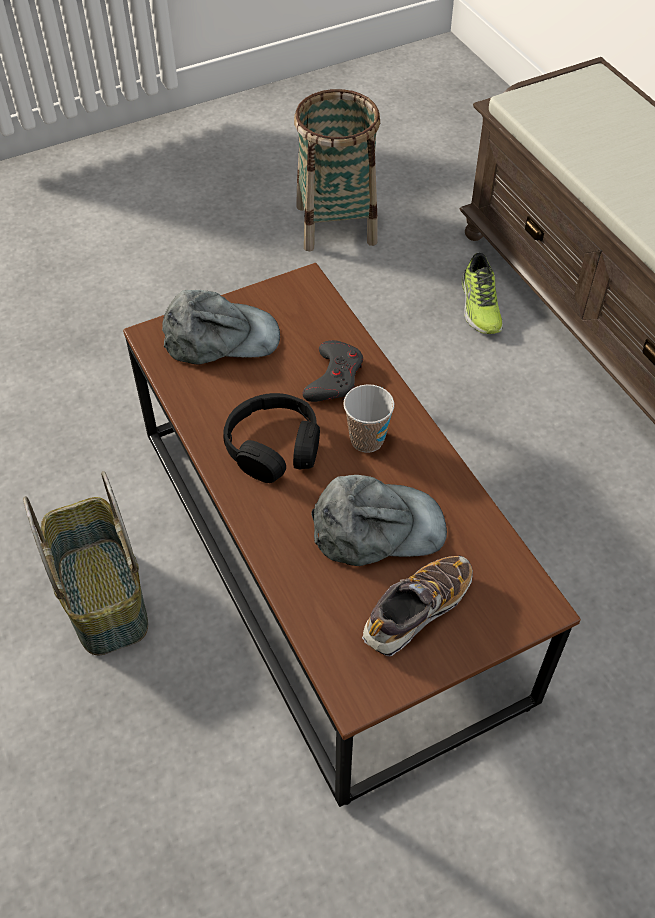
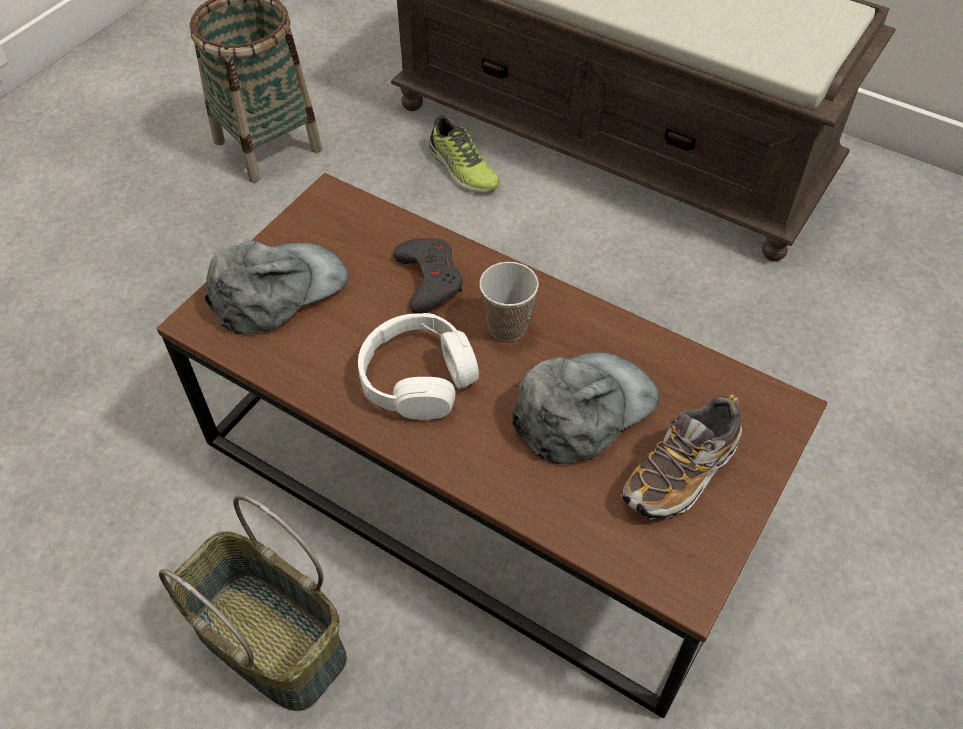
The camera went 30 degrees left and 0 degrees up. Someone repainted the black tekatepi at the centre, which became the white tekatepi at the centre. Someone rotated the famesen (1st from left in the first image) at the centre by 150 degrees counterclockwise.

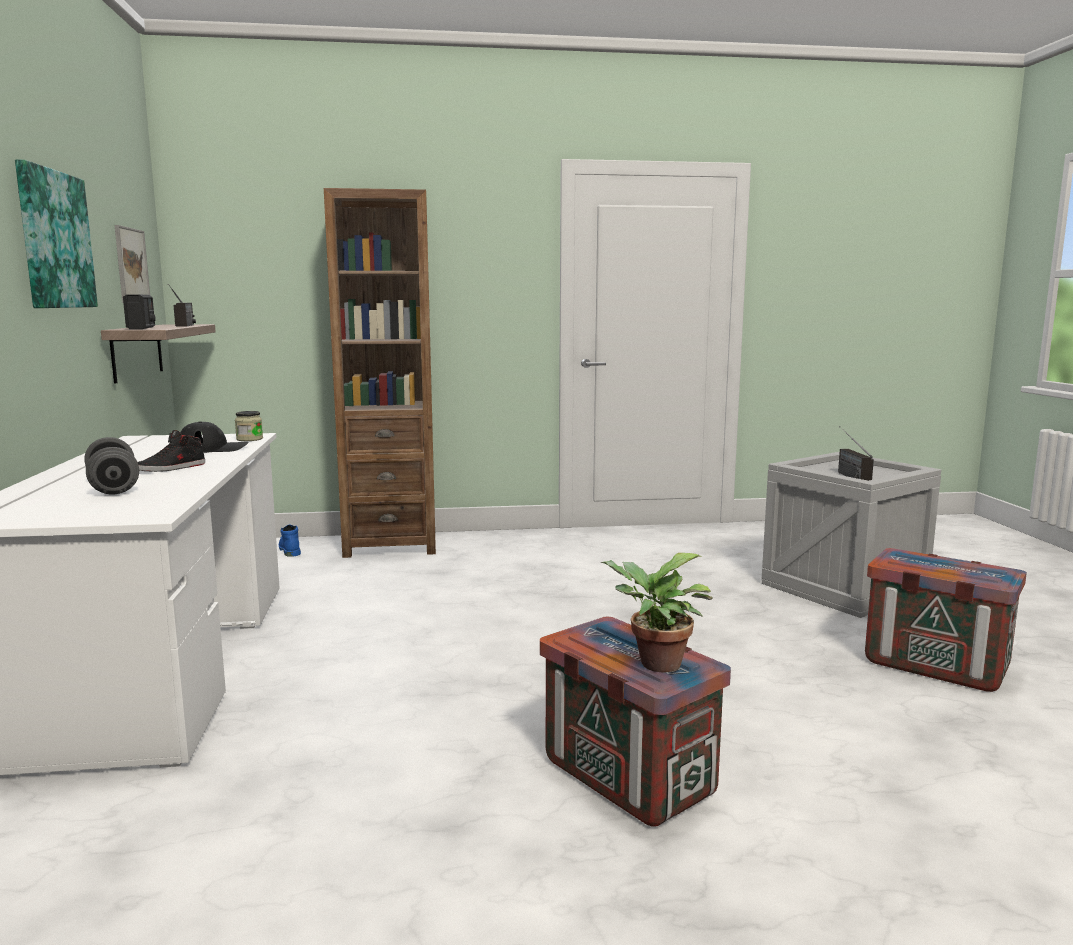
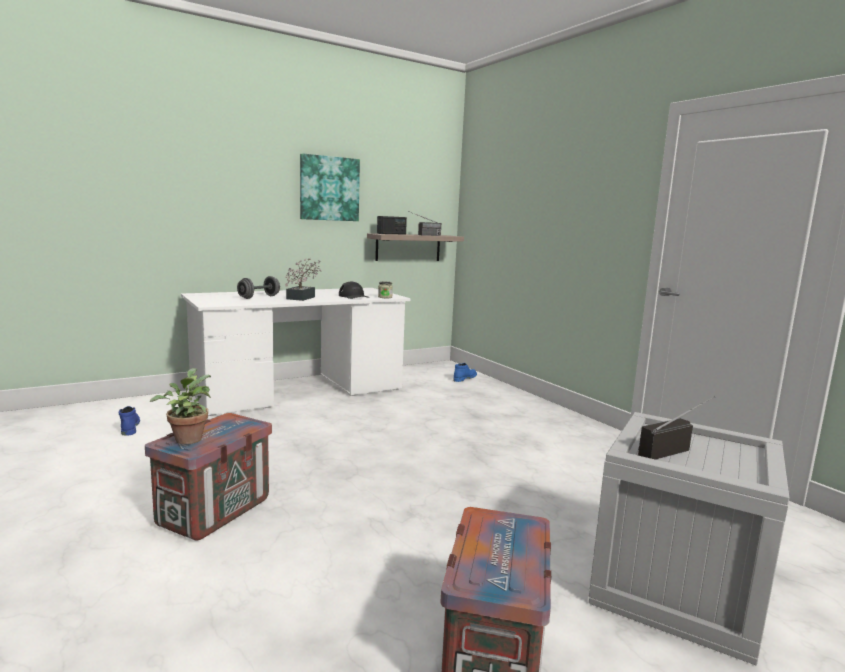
The camera went 65 degrees right and 0 degrees up. Someone took away the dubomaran (2nd from left) at the top left. Someone took away the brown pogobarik at the centre. Someone put down the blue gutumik (1st from left) at the middle left. Someone swapped the black famesen at the middle left for the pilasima (2nd from left) at the centre.

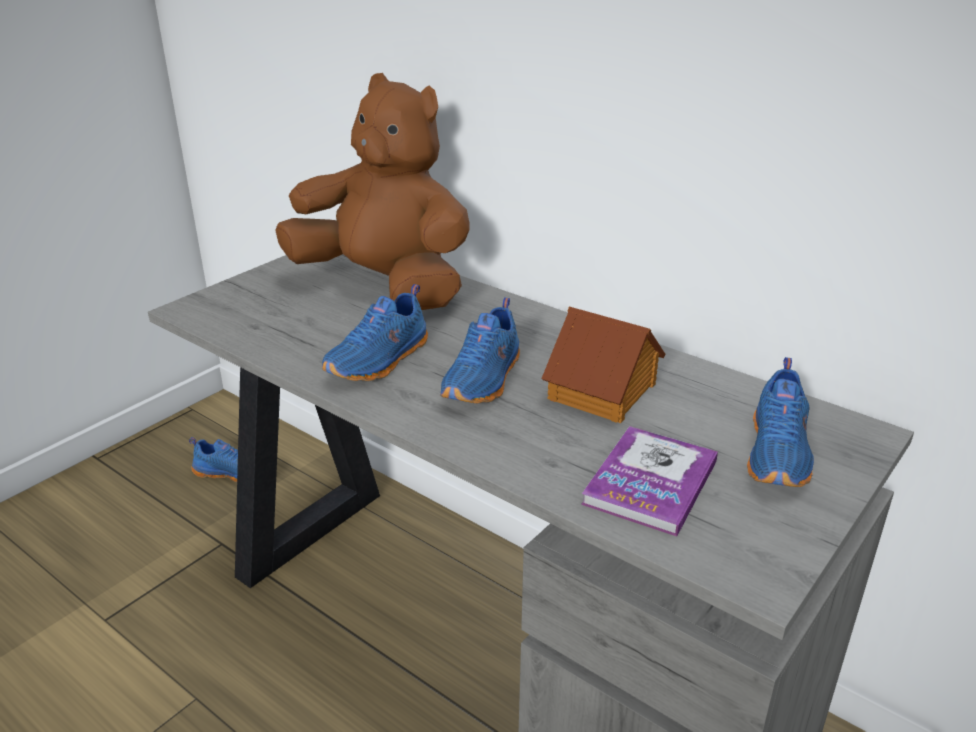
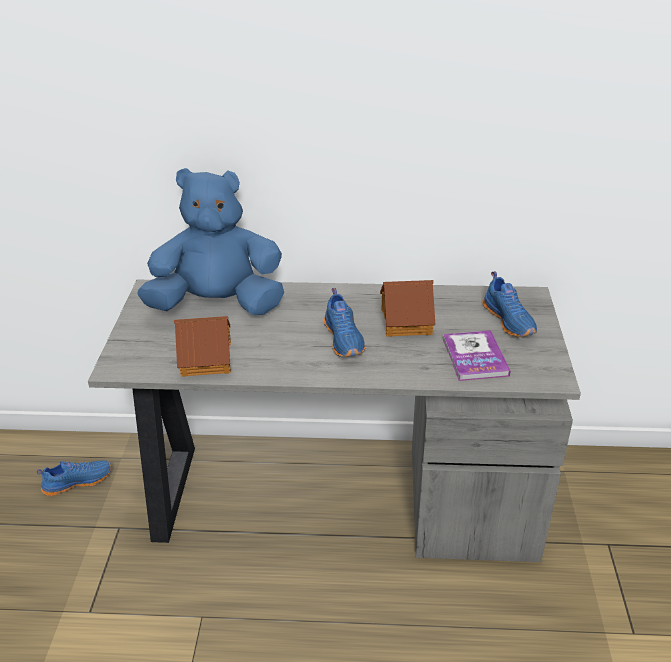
The camera went 35 degrees left and 5 degrees up. Someone took away the blue famesen (2nd from left) at the centre. Someone put down the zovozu (1st from left) at the middle left. Someone repainted the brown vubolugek at the top centre, which became the blue vubolugek at the middle left.

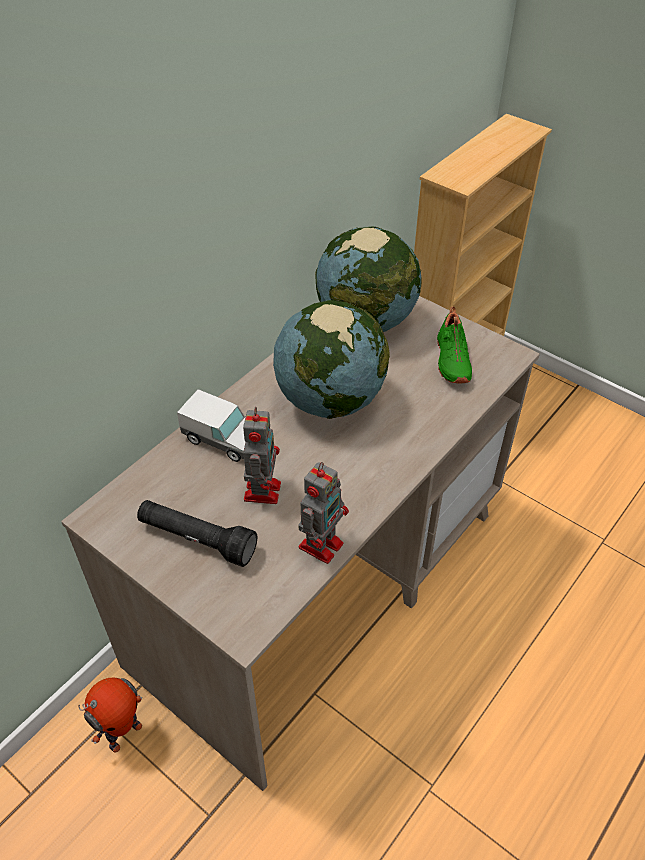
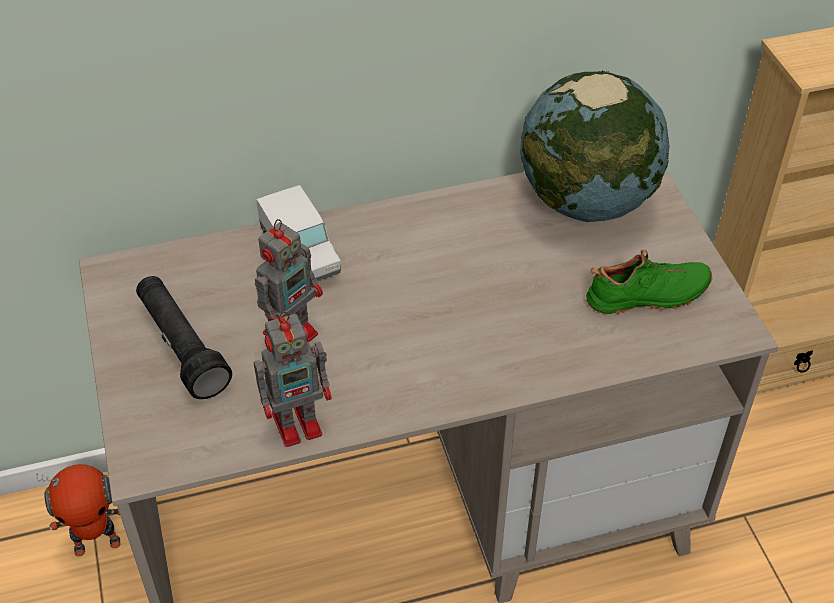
The camera went 35 degrees right and 0 degrees up. Someone took away the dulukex (1st from left) at the centre. Someone rotated the green famesen at the middle right by 135 degrees counterclockwise.

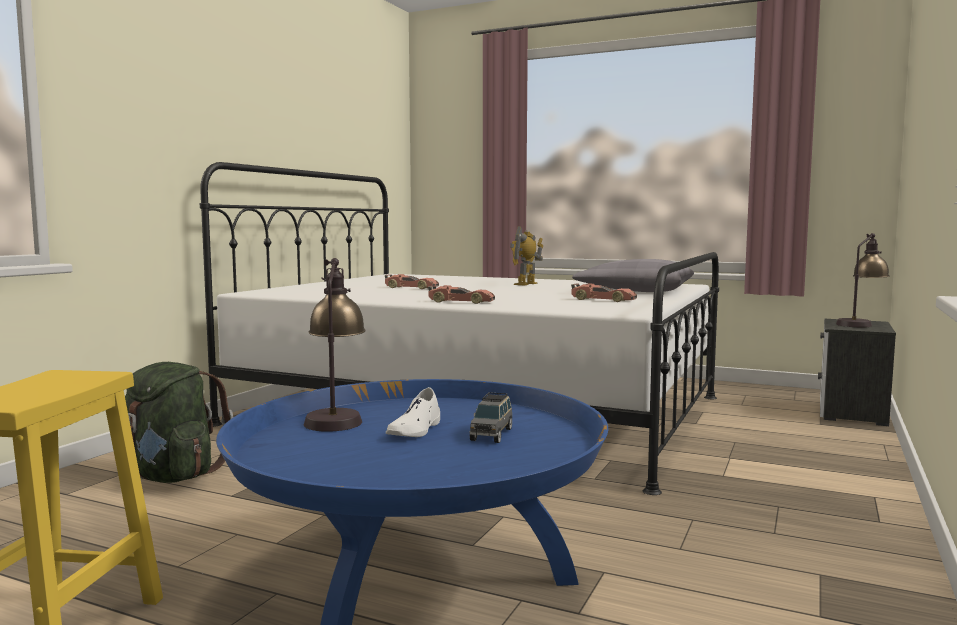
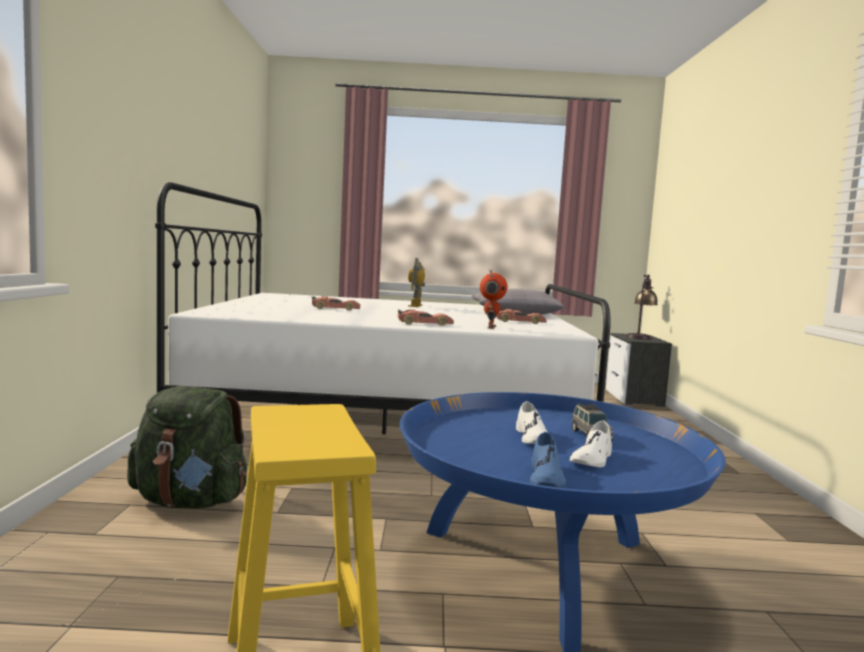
The camera went 25 degrees left and 0 degrees up. Someone took away the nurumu (1st from left) at the centre. Someone put down the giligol (2nd from left) at the centre. Someone put down the blue famesen at the bottom centre. Someone put down the white famesen (2nd from left) at the bottom right.

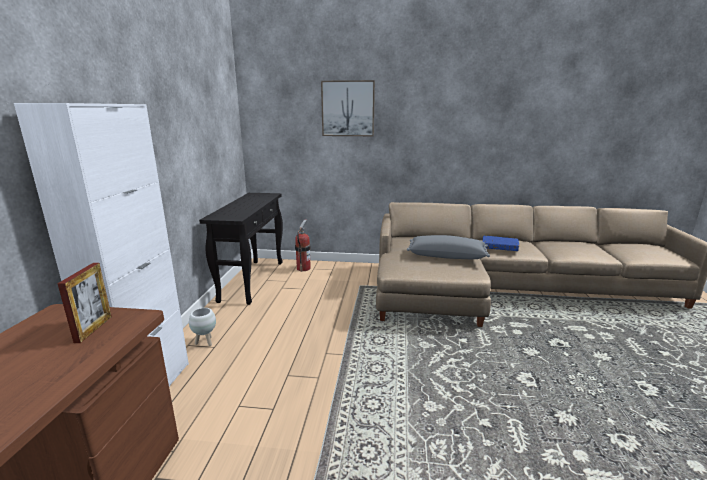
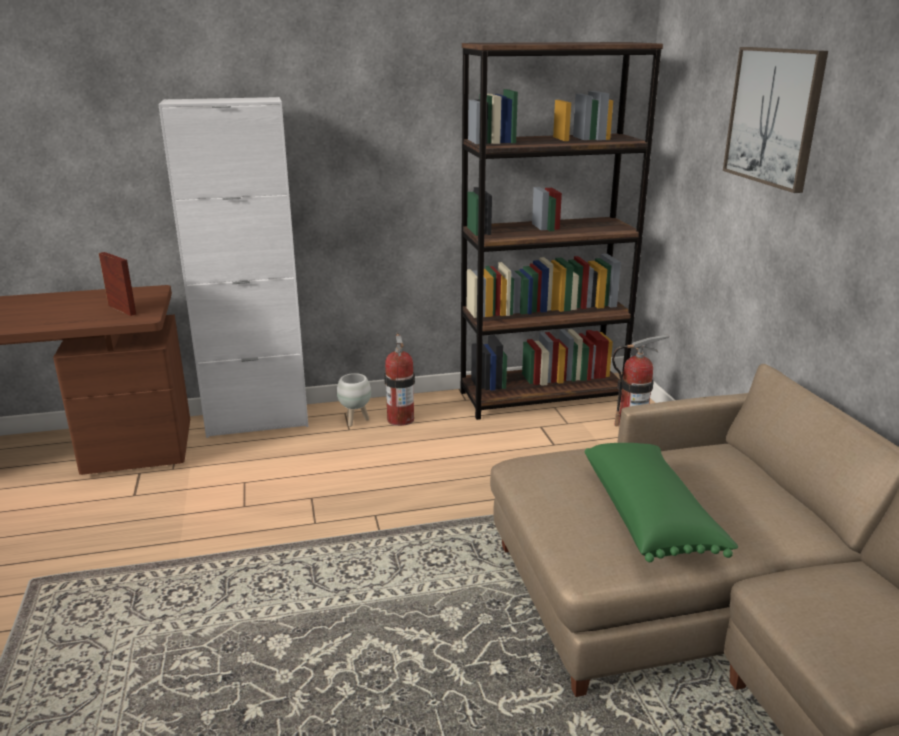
The camera went 70 degrees right and 5 degrees up. Someone took away the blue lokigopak at the middle right. Someone put down the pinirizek (1st from left) at the centre. Someone swapped the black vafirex at the centre for the brown pogobarik at the top centre. Someone repainted the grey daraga at the centre, which became the green daraga at the bottom right. Someone rotated the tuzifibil at the middle left by 120 degrees counterclockwise.

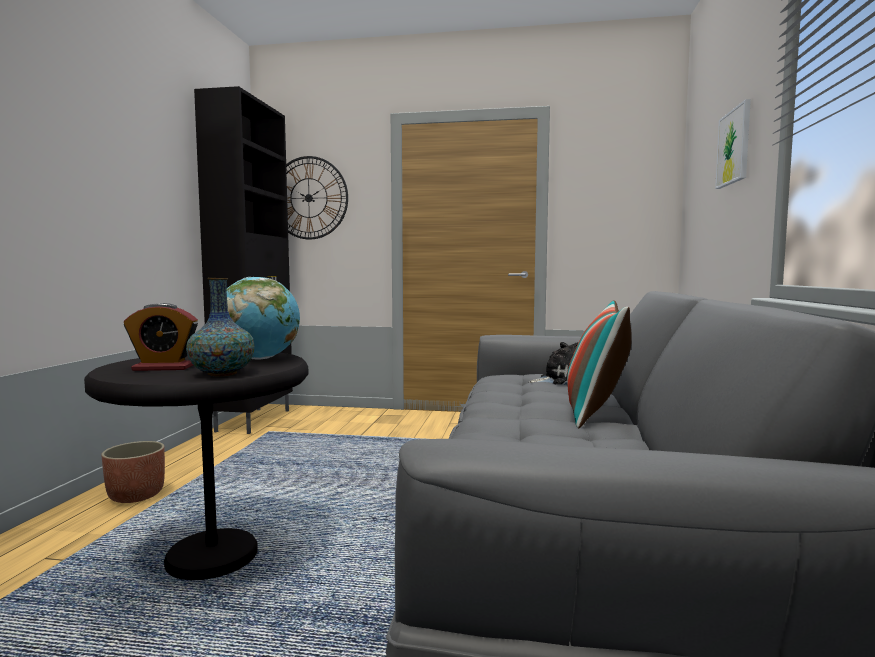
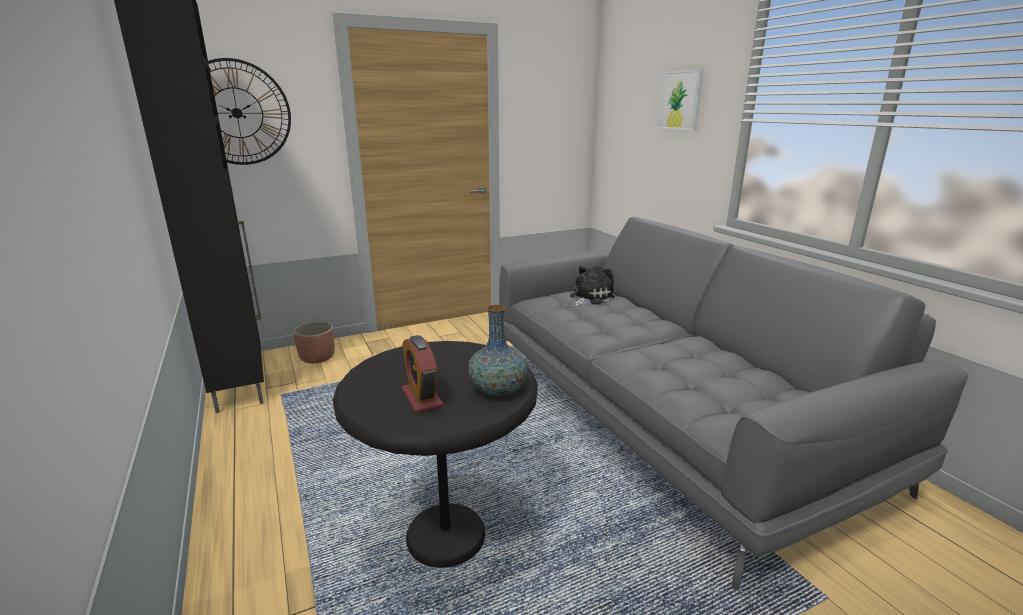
The camera went 35 degrees left and 15 degrees up. Someone took away the dulukex at the middle left. Someone took away the daraga at the middle right. Someone carried the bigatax from the bottom left to the middle left. Someone rotated the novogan at the middle left by 105 degrees clockwise.

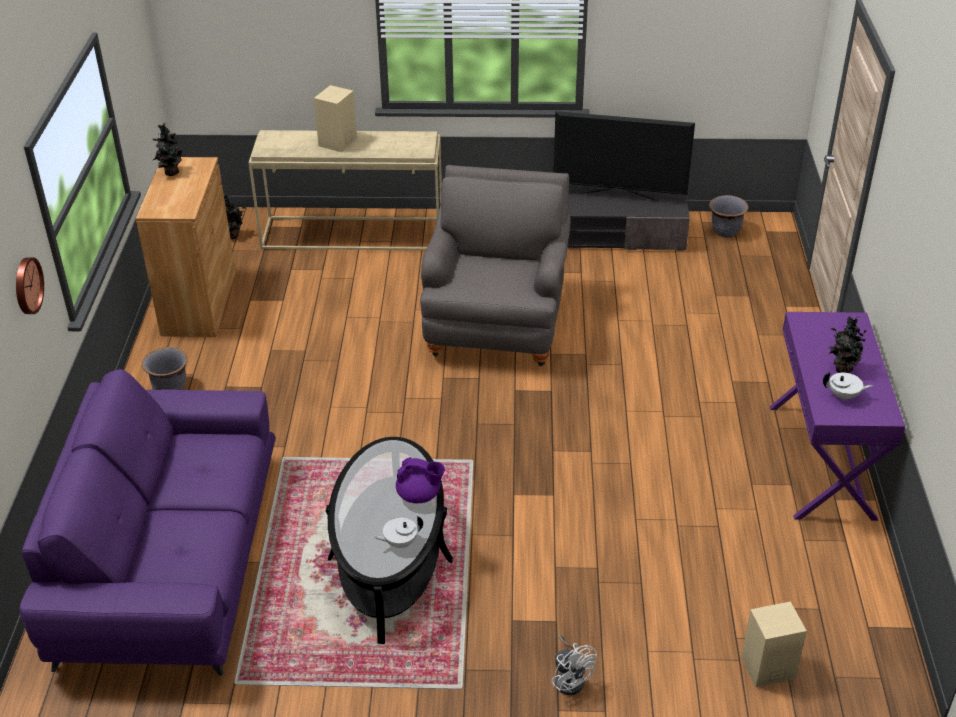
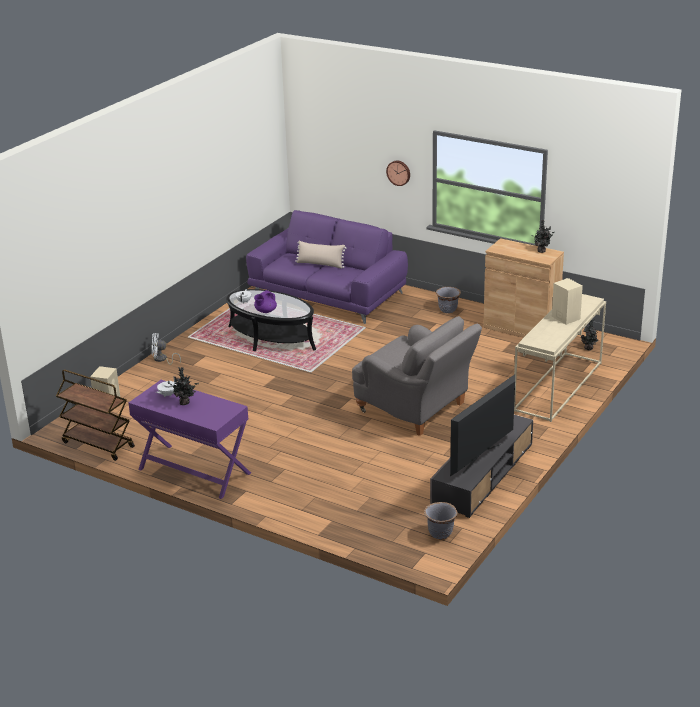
The camera went 120 degrees right and 10 degrees down. Someone put down the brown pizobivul at the middle left. Someone put down the beige daraga at the centre.

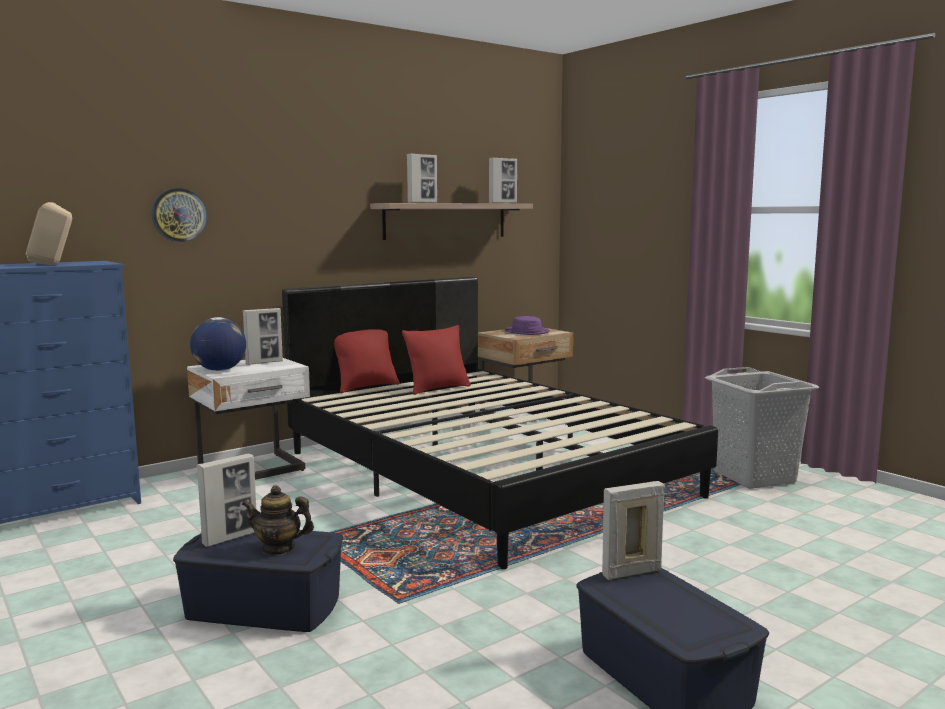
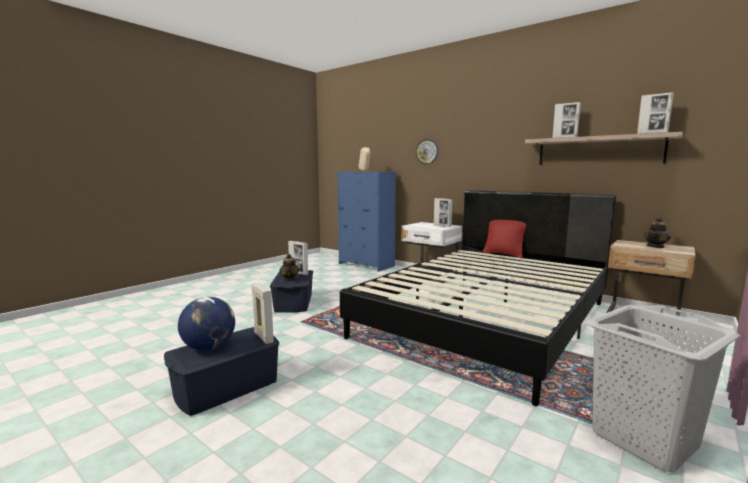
The camera went 75 degrees right and 0 degrees up. Someone took away the red daraga (2nd from left) at the centre. Someone carried the dulukex from the middle left to the bottom left. Someone swapped the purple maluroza at the centre for the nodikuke (2nd from left) at the middle right.

